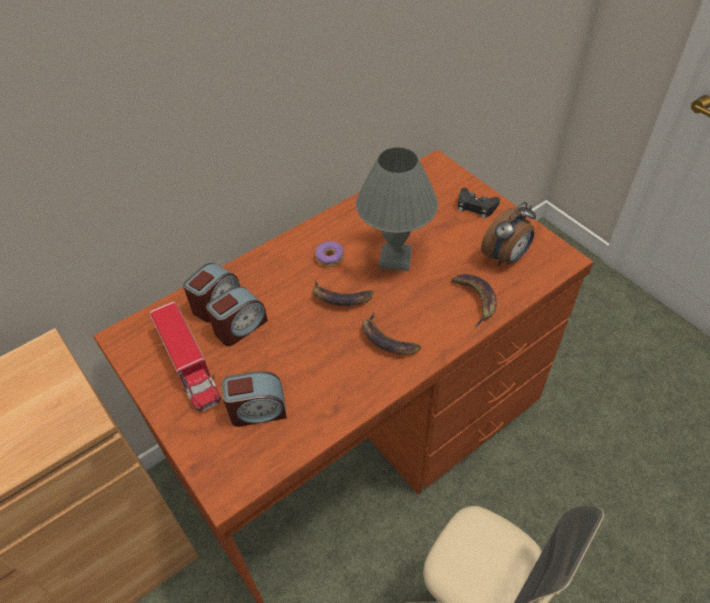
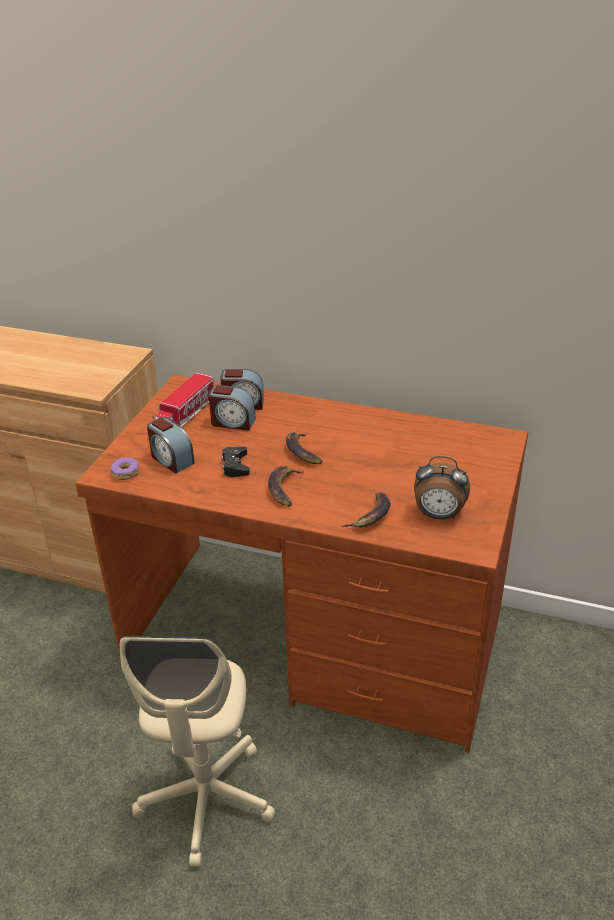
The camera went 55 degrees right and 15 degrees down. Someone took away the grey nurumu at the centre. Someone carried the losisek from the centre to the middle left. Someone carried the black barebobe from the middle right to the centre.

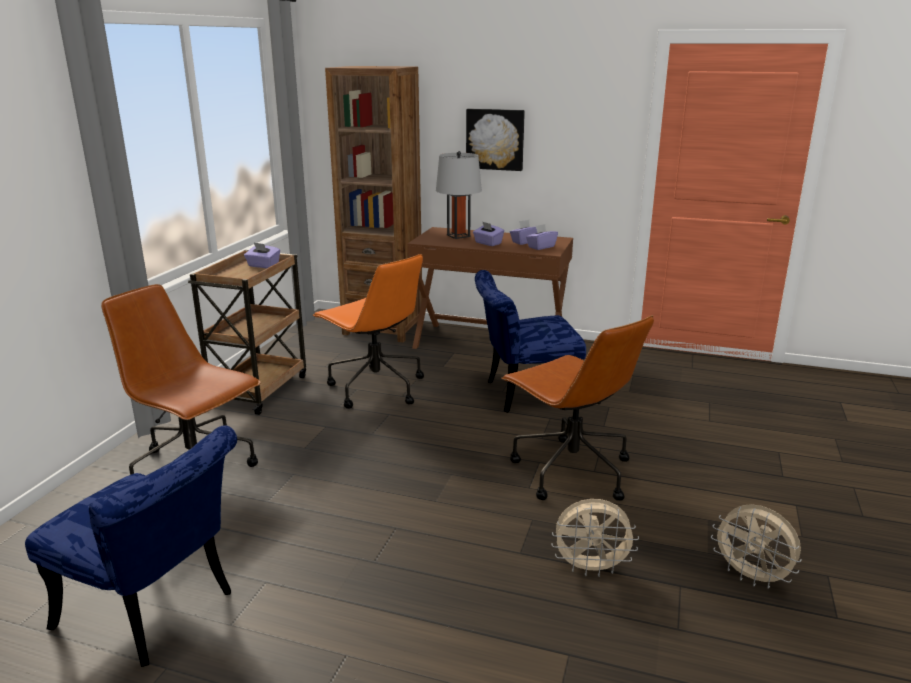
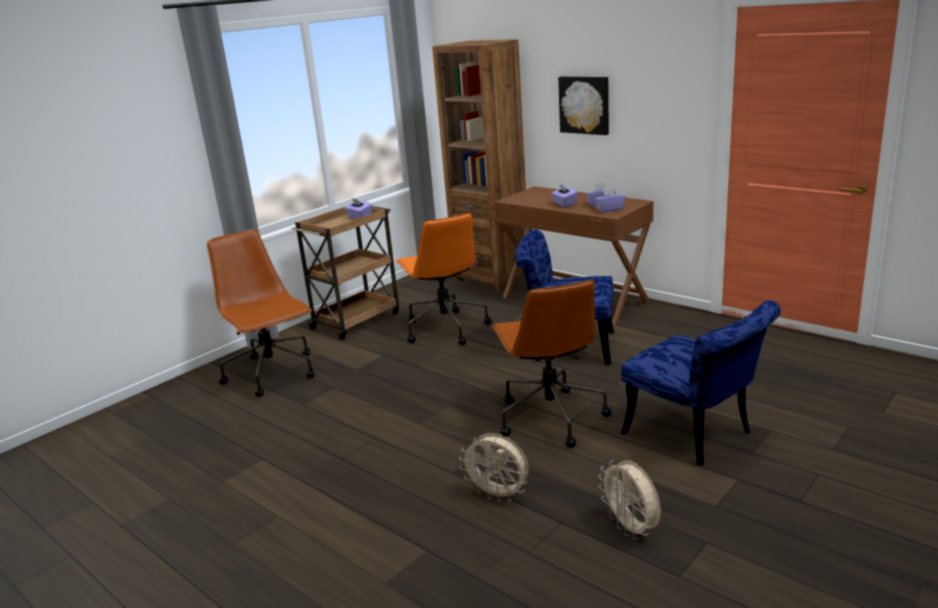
The camera went 25 degrees right and 0 degrees up. Someone took away the grey nurumu at the top centre. Someone carried the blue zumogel (1st from left in the first image) from the bottom left to the middle right.

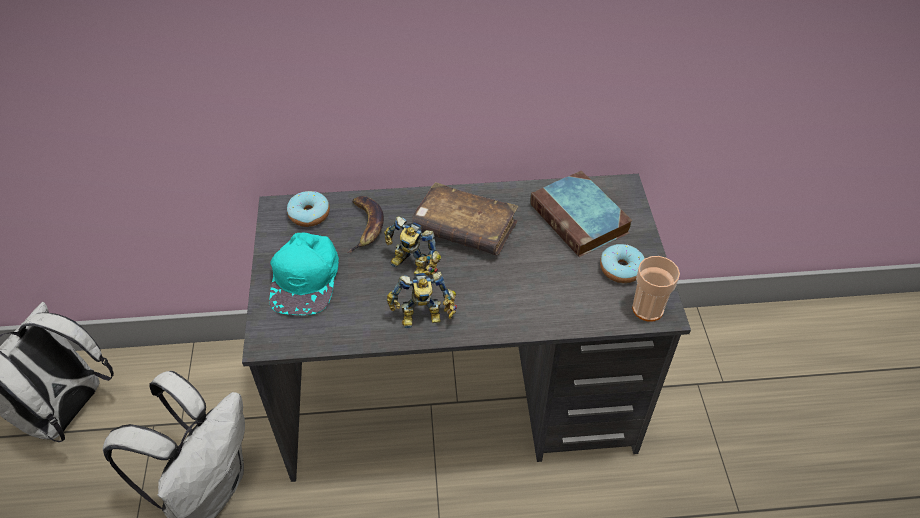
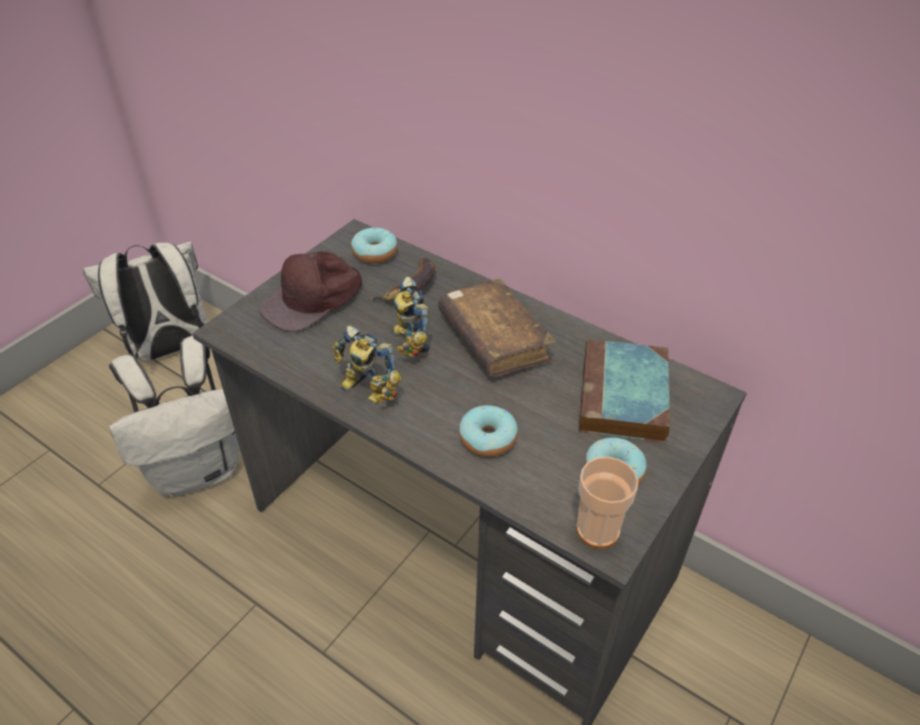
The camera went 40 degrees right and 5 degrees down. Someone put down the losisek (2nd from left) at the centre. Someone repainted the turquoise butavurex at the middle left, which became the brown butavurex at the centre.

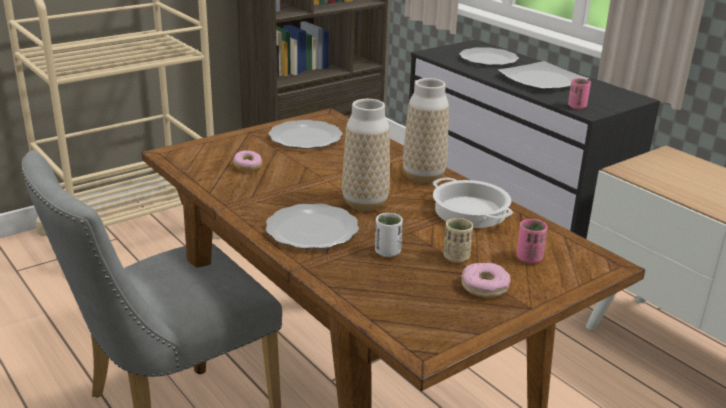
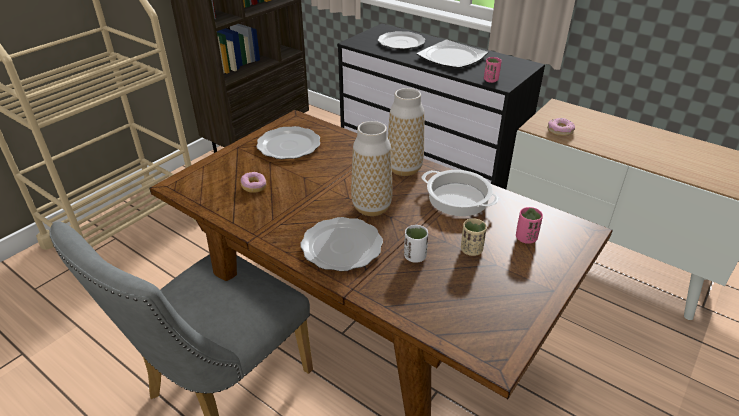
The camera went 15 degrees left and 10 degrees up. Someone carried the losisek (2nd from left) from the bottom right to the top right.

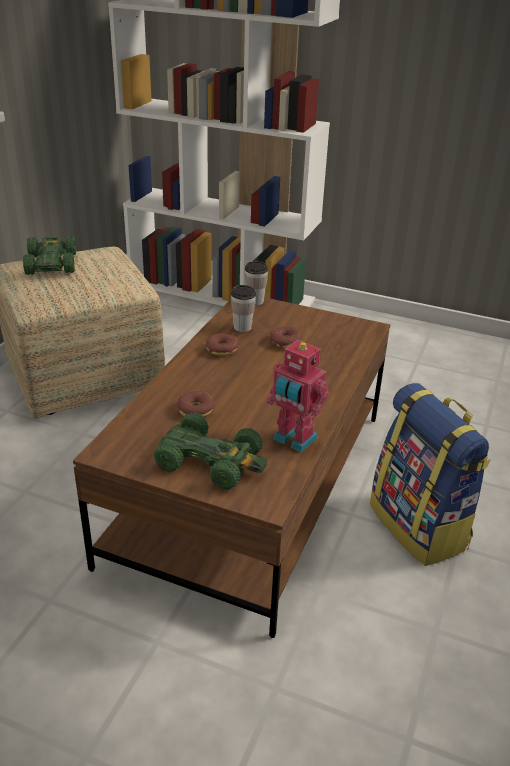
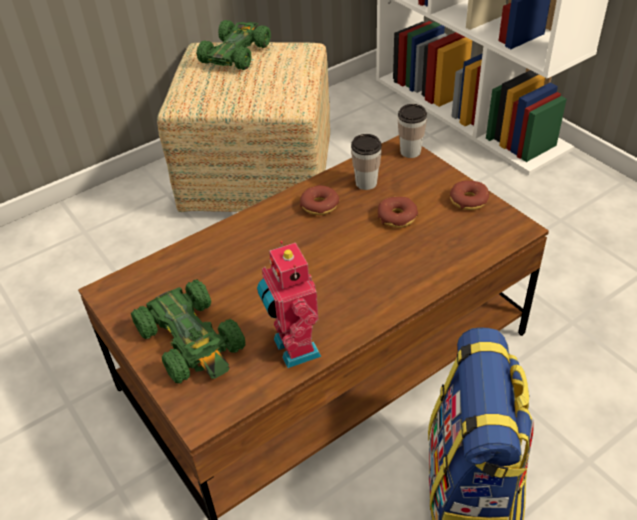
The camera went 35 degrees right and 10 degrees up. Someone carried the losisek (1st from left in the first image) from the centre to the middle right.

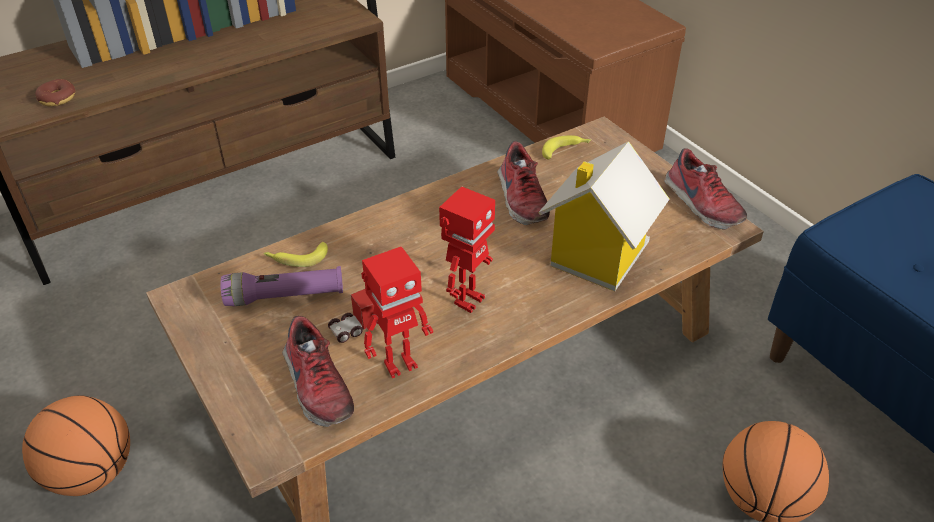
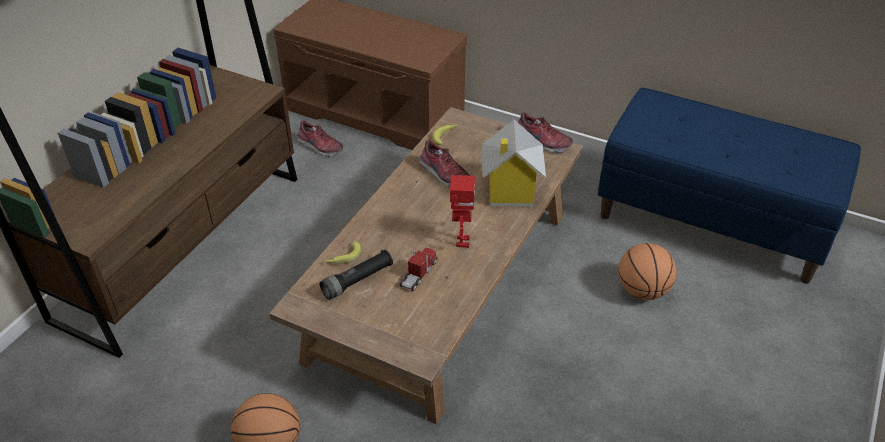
The camera went 30 degrees left and 0 degrees up. Someone took away the losisek at the top left. Someone took away the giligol (1st from left) at the centre. Someone carried the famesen (1st from left) from the bottom centre to the top centre. Someone repainted the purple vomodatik at the middle left, which became the black vomodatik at the centre.

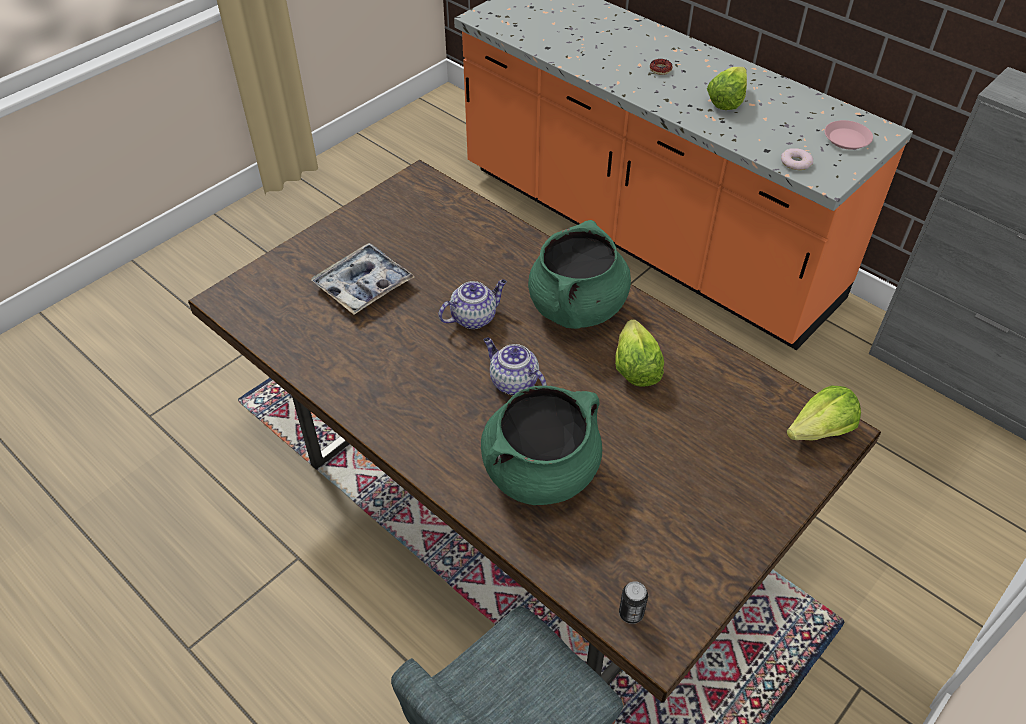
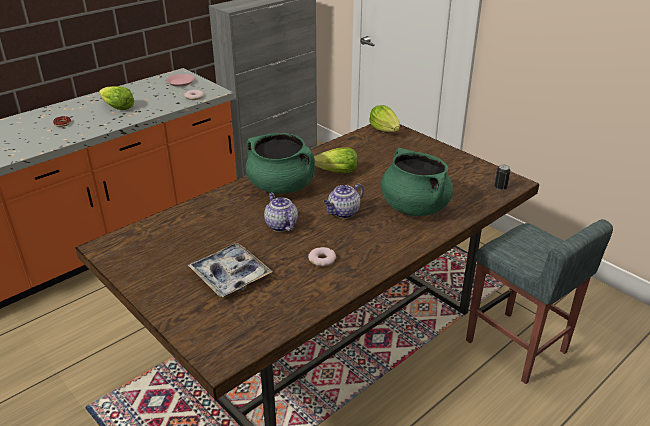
The camera went 85 degrees left and 15 degrees down. Someone put down the losisek (3rd from left) at the centre.

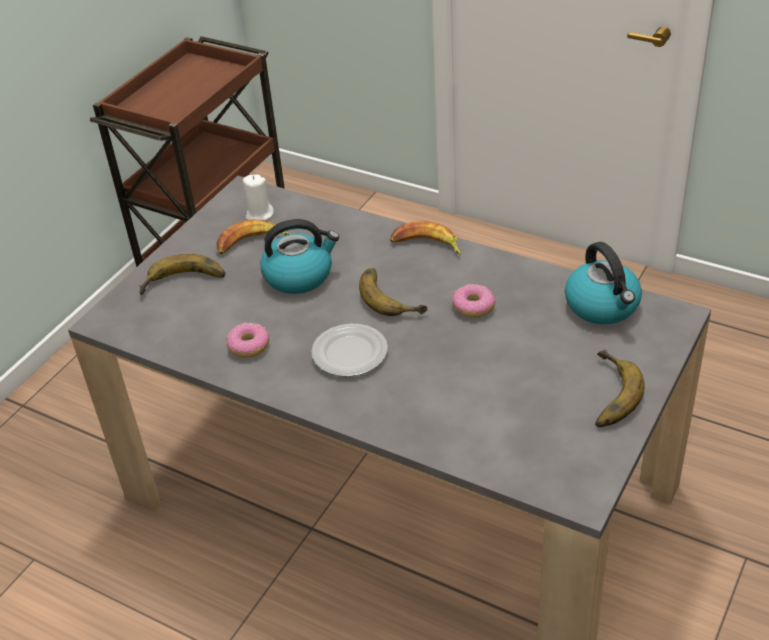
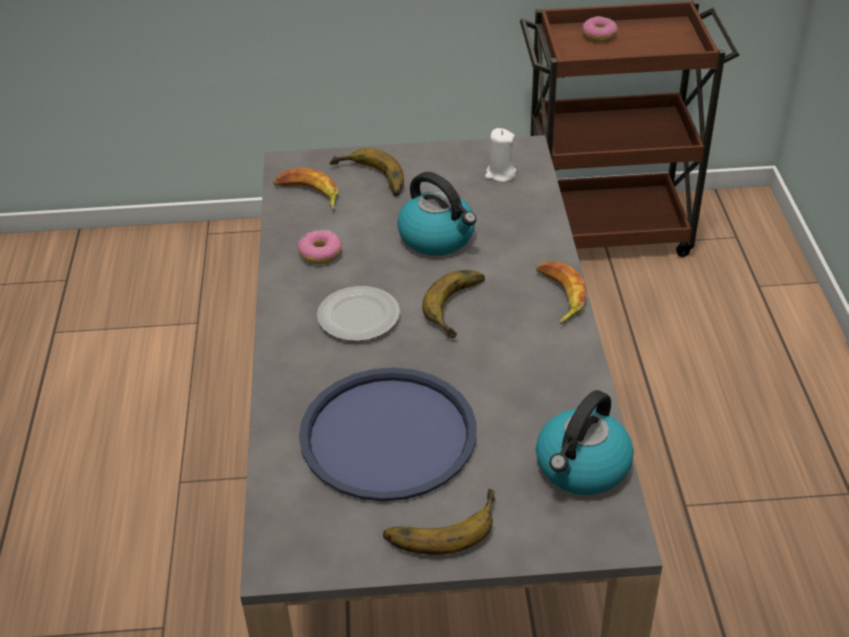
The camera went 55 degrees right and 0 degrees up. Someone put down the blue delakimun at the bottom centre. Someone carried the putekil (2nd from left in the first image) from the middle left to the top centre. Someone carried the losisek (2nd from left) from the centre to the top right.

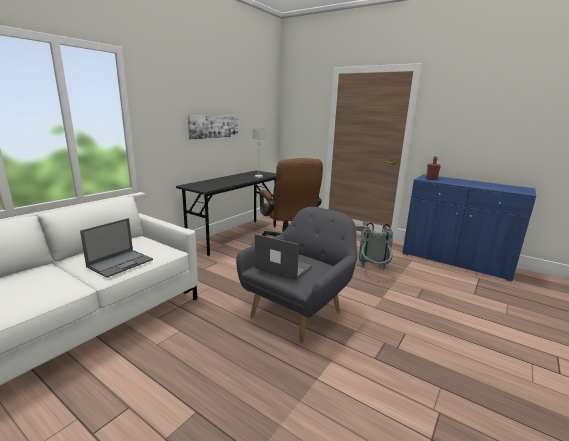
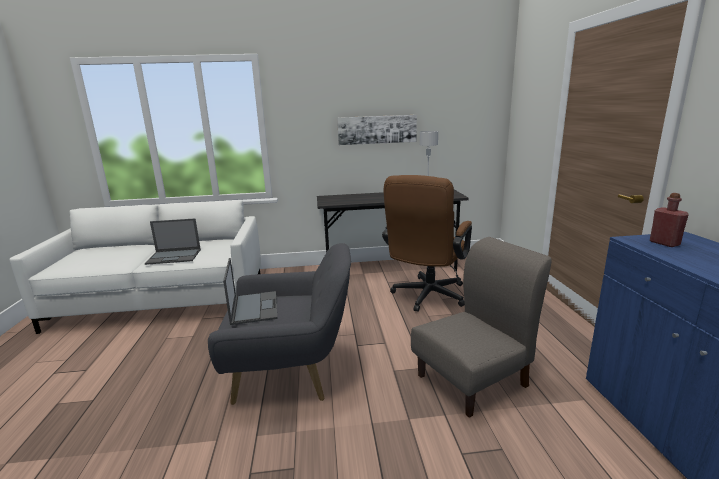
The camera went 50 degrees right and 0 degrees up. Someone swapped the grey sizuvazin at the centre for the grey zumogel at the bottom right.

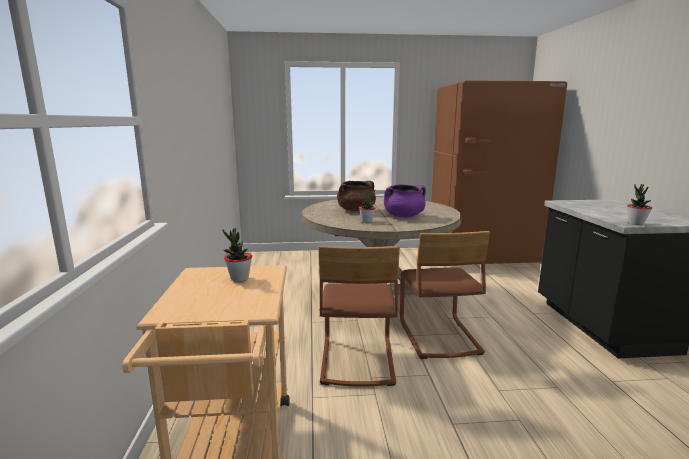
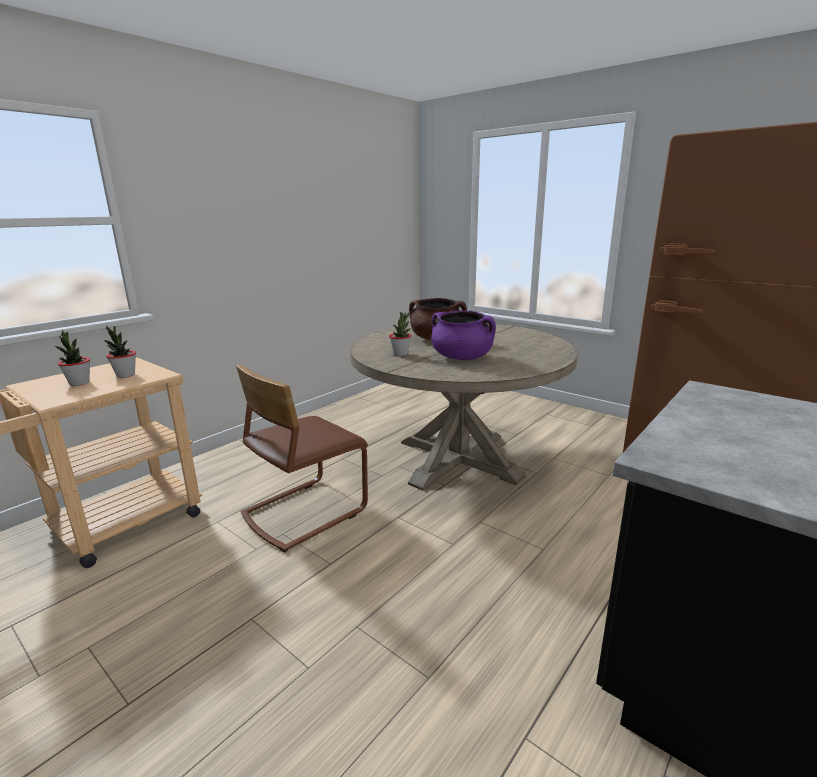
The camera went 45 degrees right and 5 degrees up. Someone took away the brown zumogel (2nd from left) at the centre. Someone carried the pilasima (3rd from left in the first image) from the middle right to the middle left.

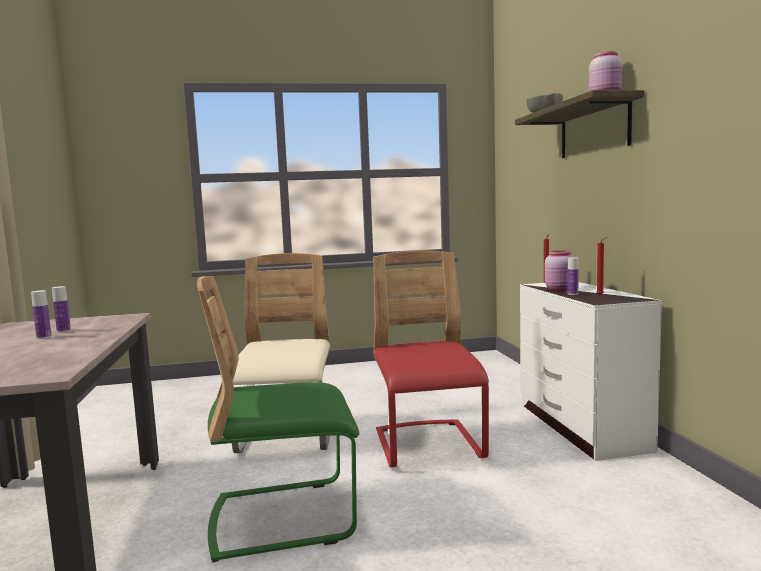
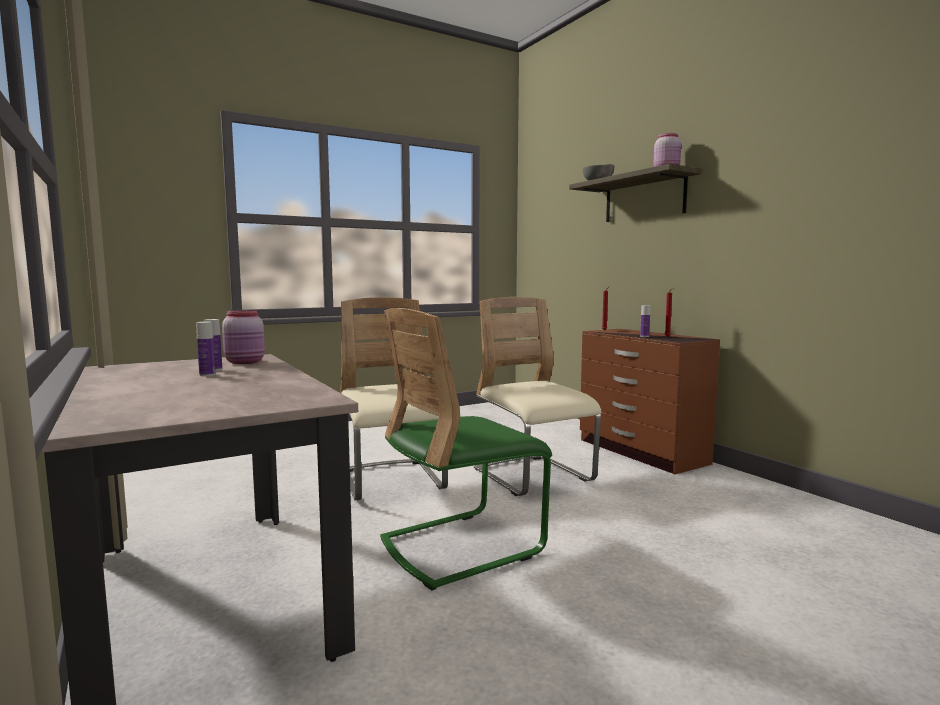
The camera went 20 degrees left and 0 degrees up. Someone carried the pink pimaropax (1st from left) from the middle right to the middle left. Someone repainted the red zumogel at the centre, which became the beige zumogel (2nd from left) at the centre. Someone repainted the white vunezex at the middle right, which became the brown vunezex at the middle right.

